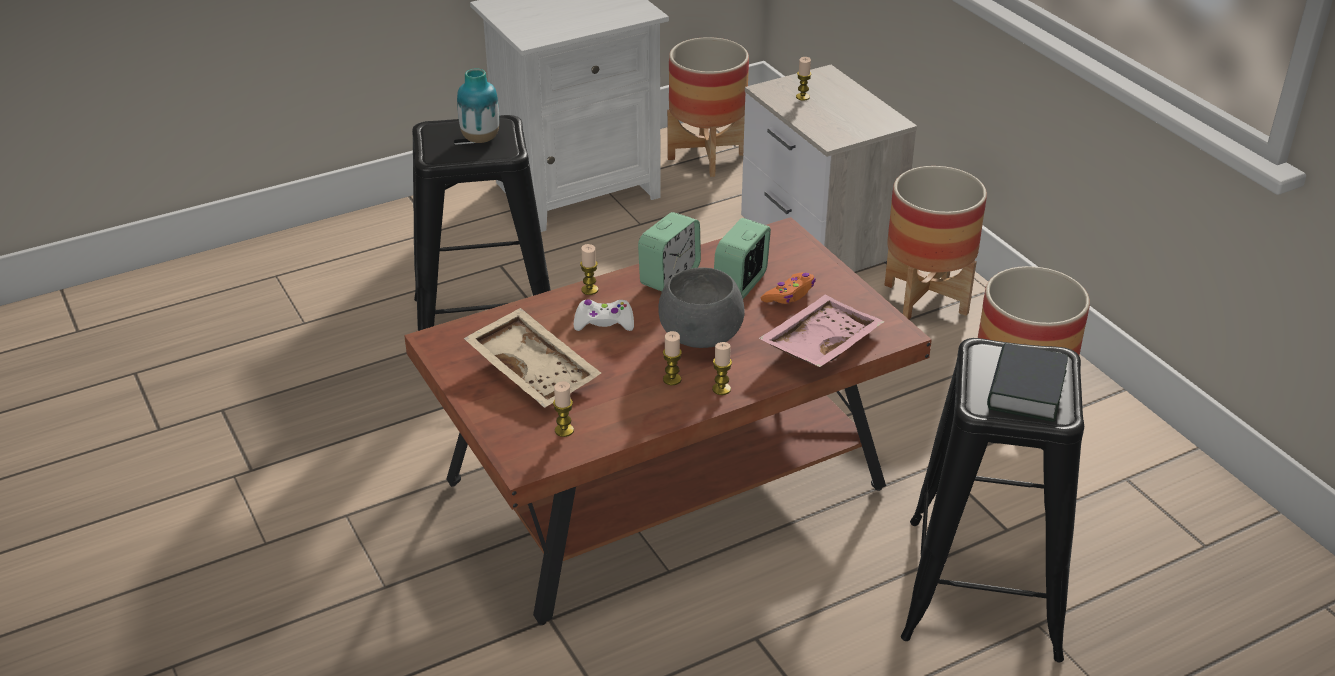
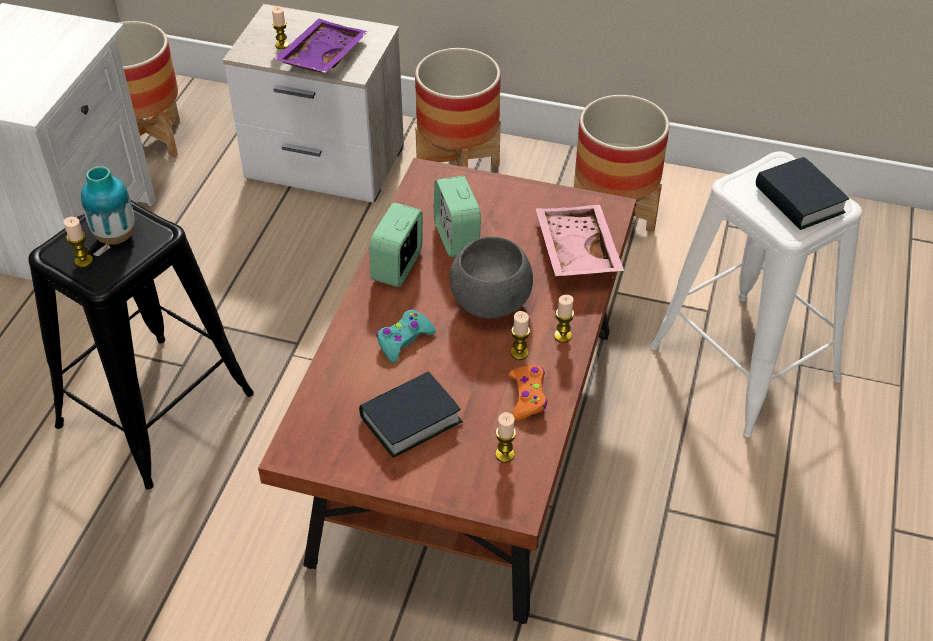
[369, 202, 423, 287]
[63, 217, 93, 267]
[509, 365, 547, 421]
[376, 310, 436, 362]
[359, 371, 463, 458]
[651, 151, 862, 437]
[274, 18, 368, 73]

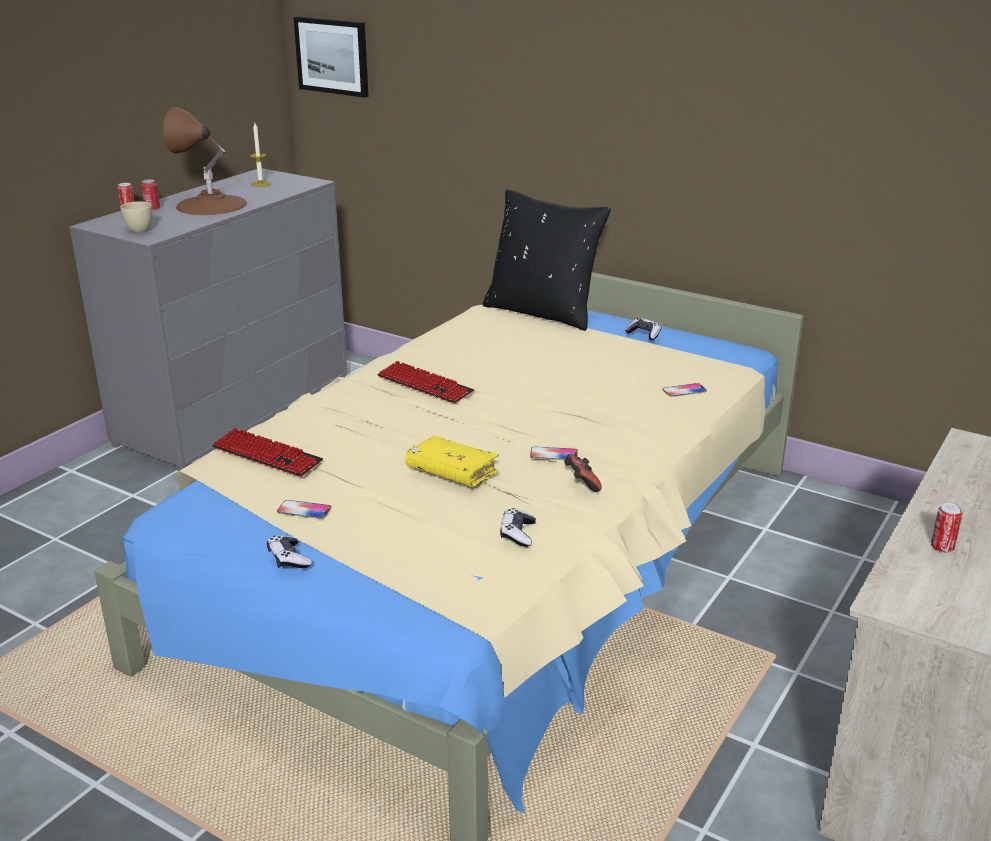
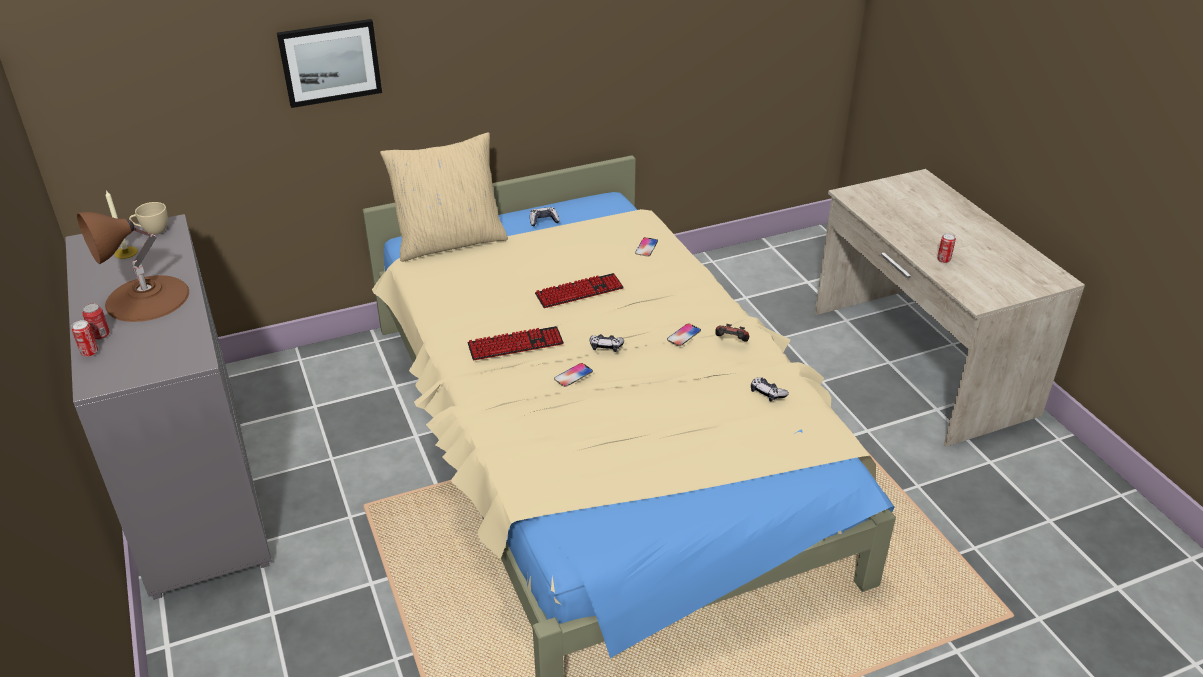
[277, 19, 382, 108]
[380, 132, 508, 262]
[129, 202, 168, 235]
[535, 273, 624, 308]
[405, 435, 499, 486] (first image)
[554, 363, 593, 387]
[589, 334, 624, 352]

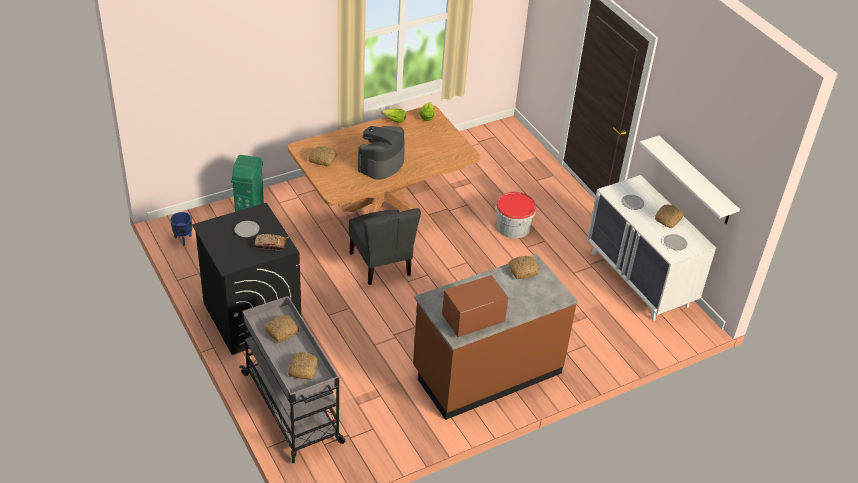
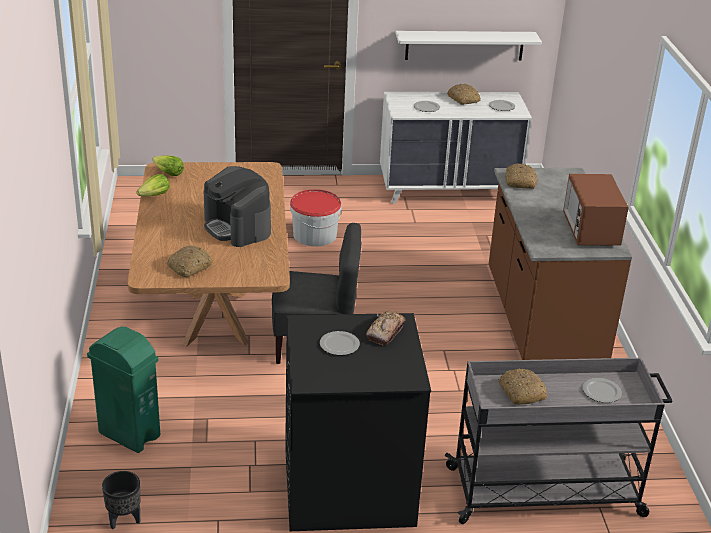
[102, 471, 140, 529]
[582, 378, 622, 403]

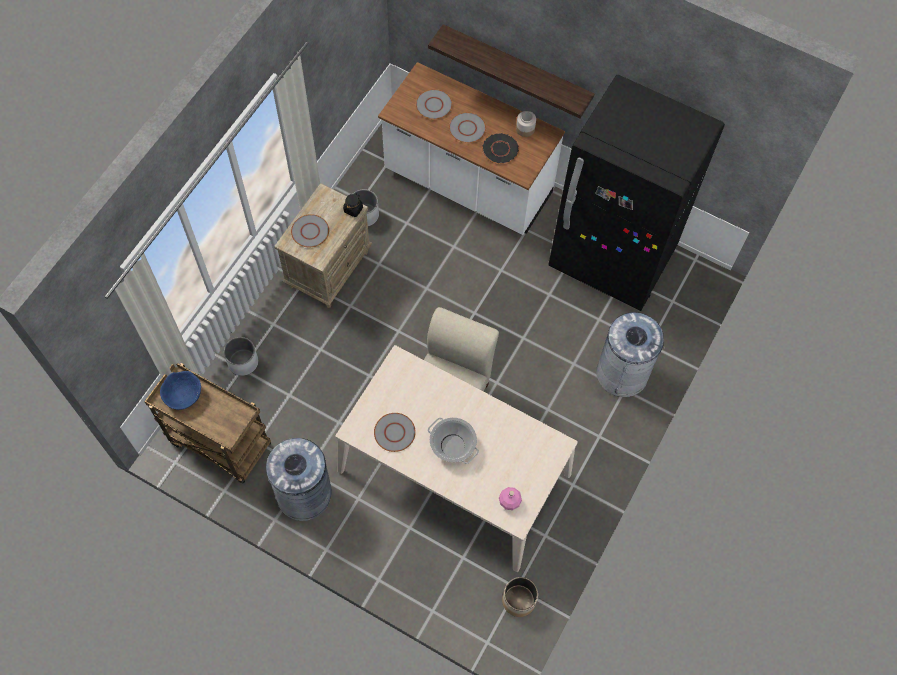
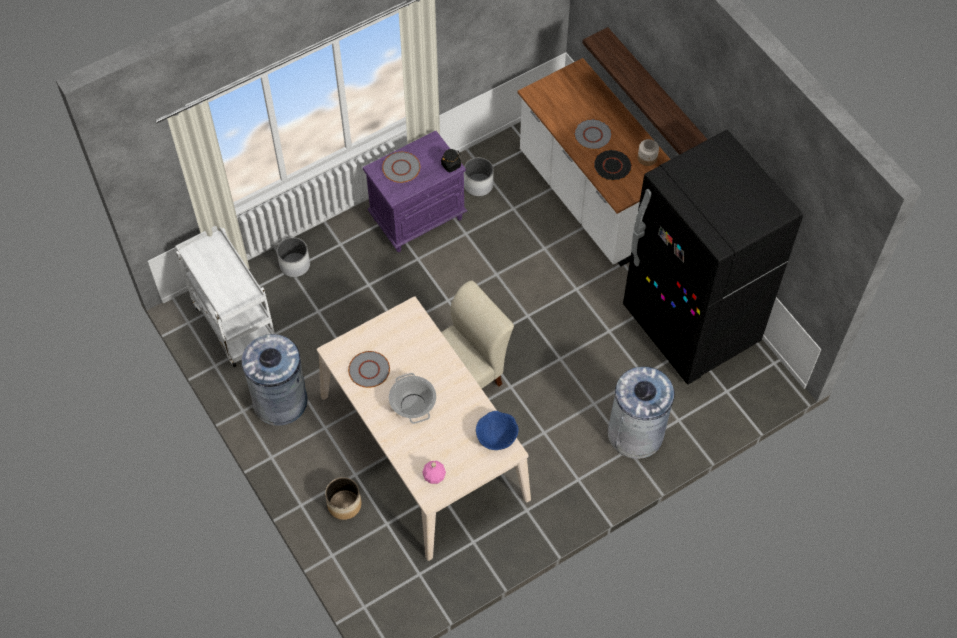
[416, 89, 453, 119] (first image)
[363, 131, 467, 252]
[175, 226, 275, 367]
[476, 411, 519, 450]
[325, 477, 362, 520]

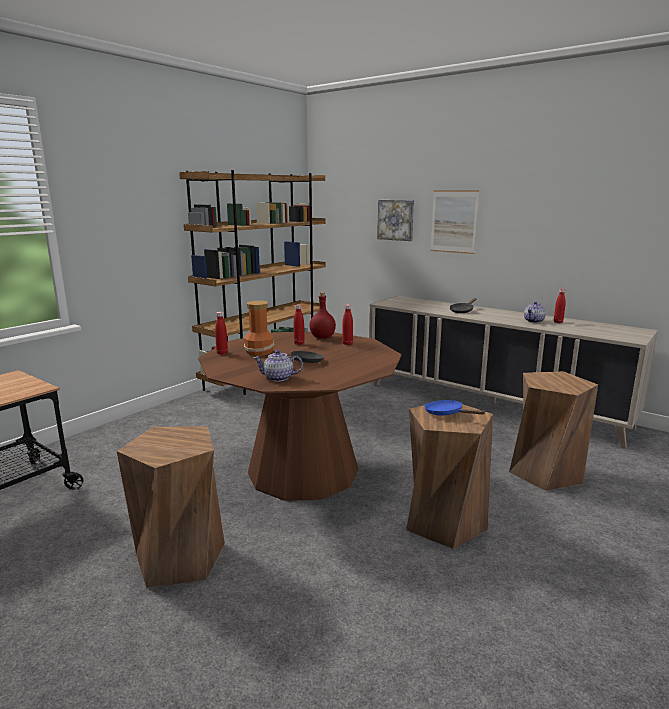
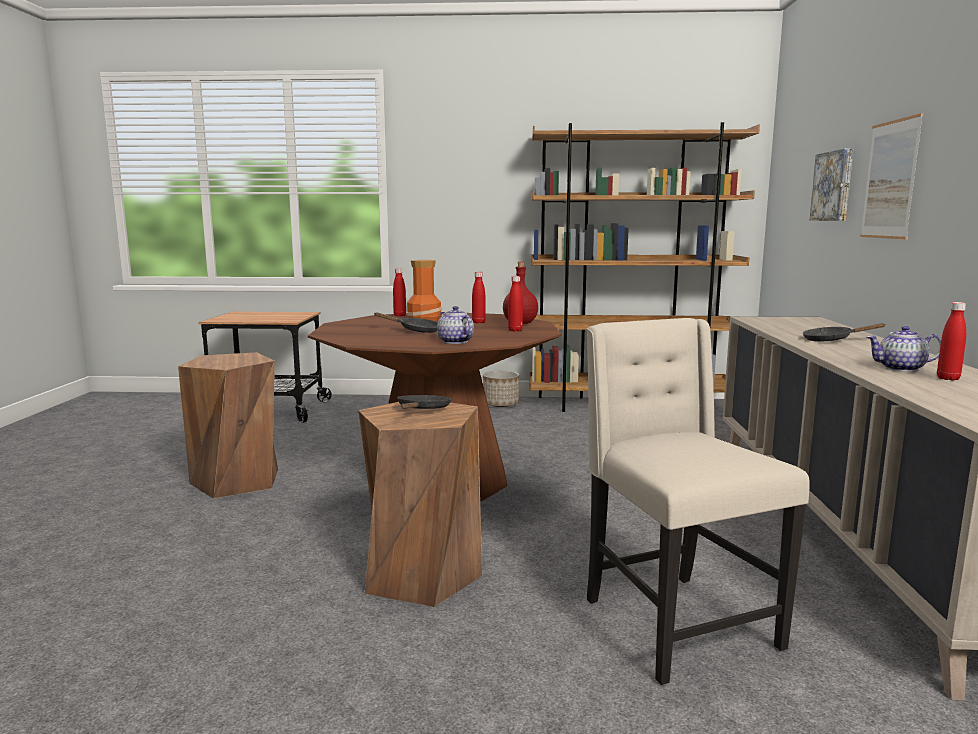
[437, 306, 474, 344]
[587, 318, 810, 685]
[397, 395, 452, 409]
[483, 371, 519, 407]

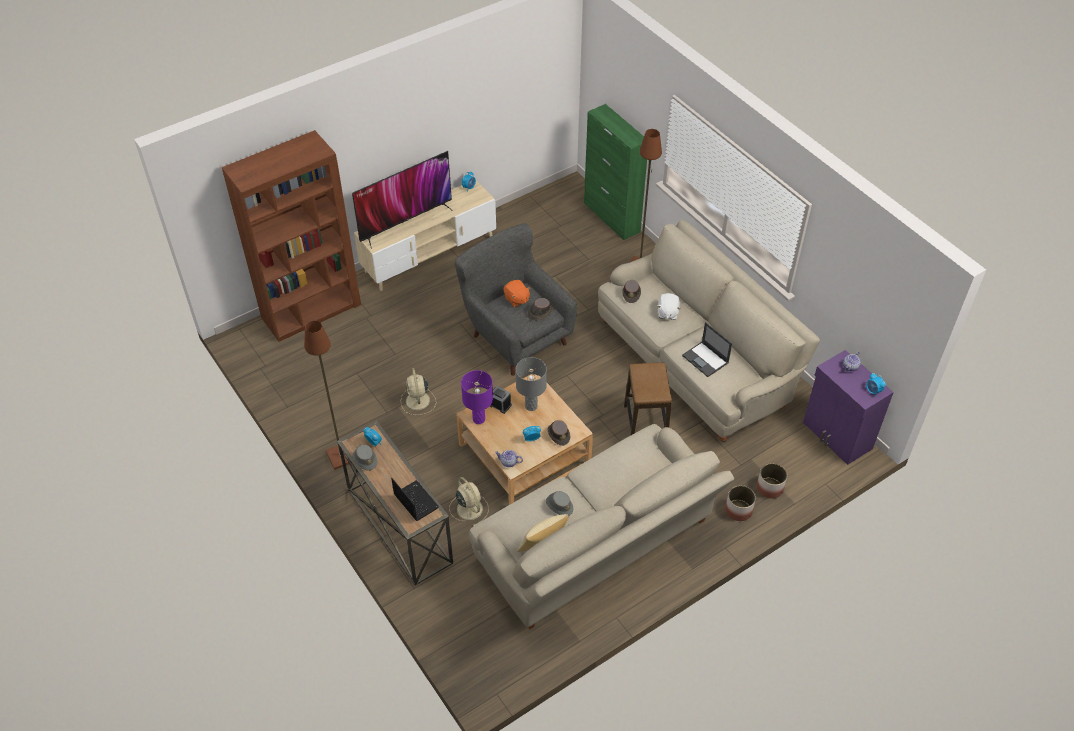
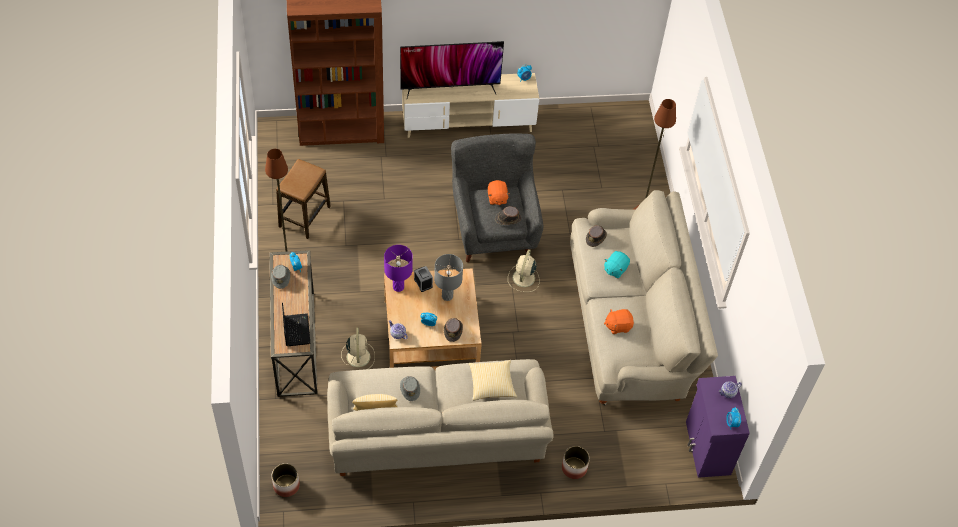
[584, 104, 647, 240] (first image)
[604, 251, 630, 278]
[604, 309, 634, 334]
[276, 159, 331, 239]
[508, 249, 539, 292]
[272, 463, 300, 497]
[469, 360, 517, 400]

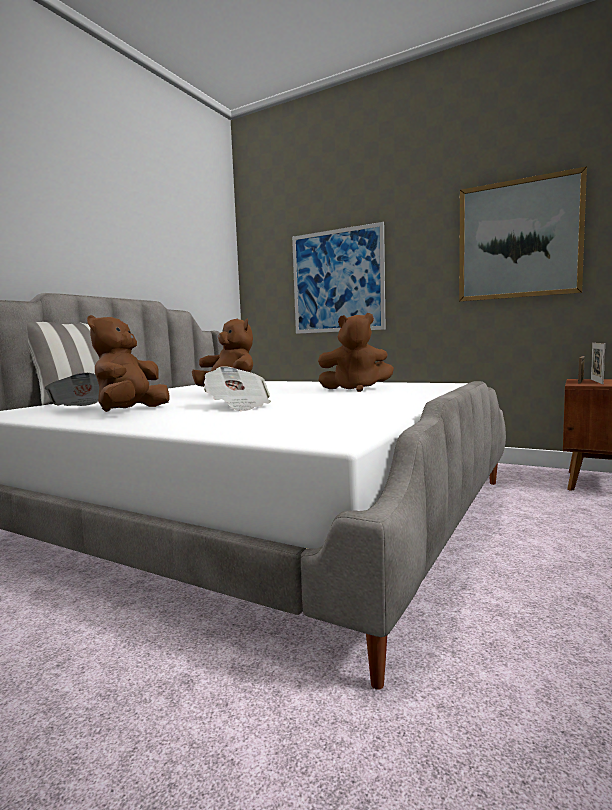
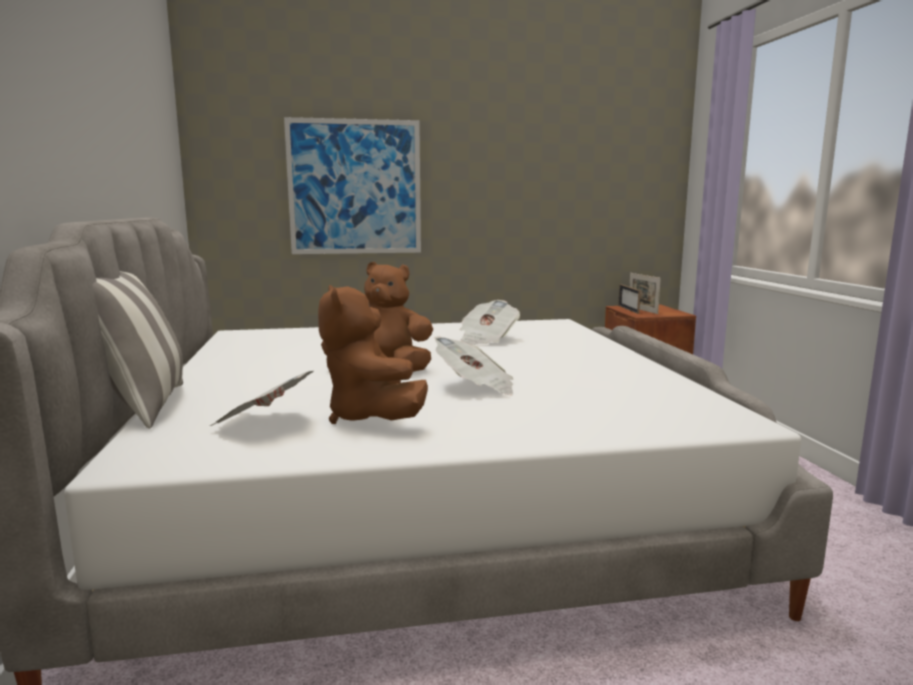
[459, 166, 587, 302] (first image)
[459, 300, 520, 345]

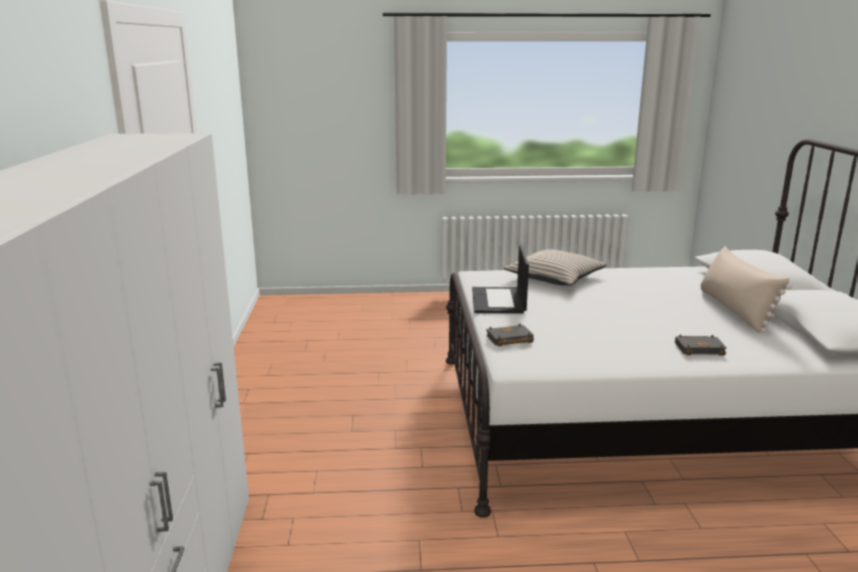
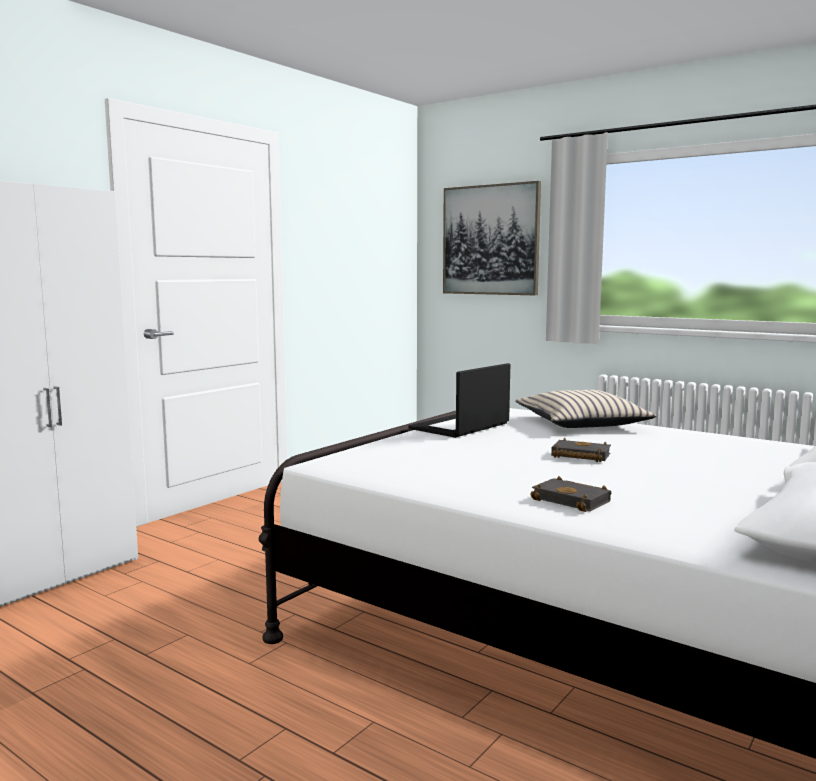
[701, 246, 792, 333] (first image)
[551, 438, 611, 462]
[443, 181, 541, 295]

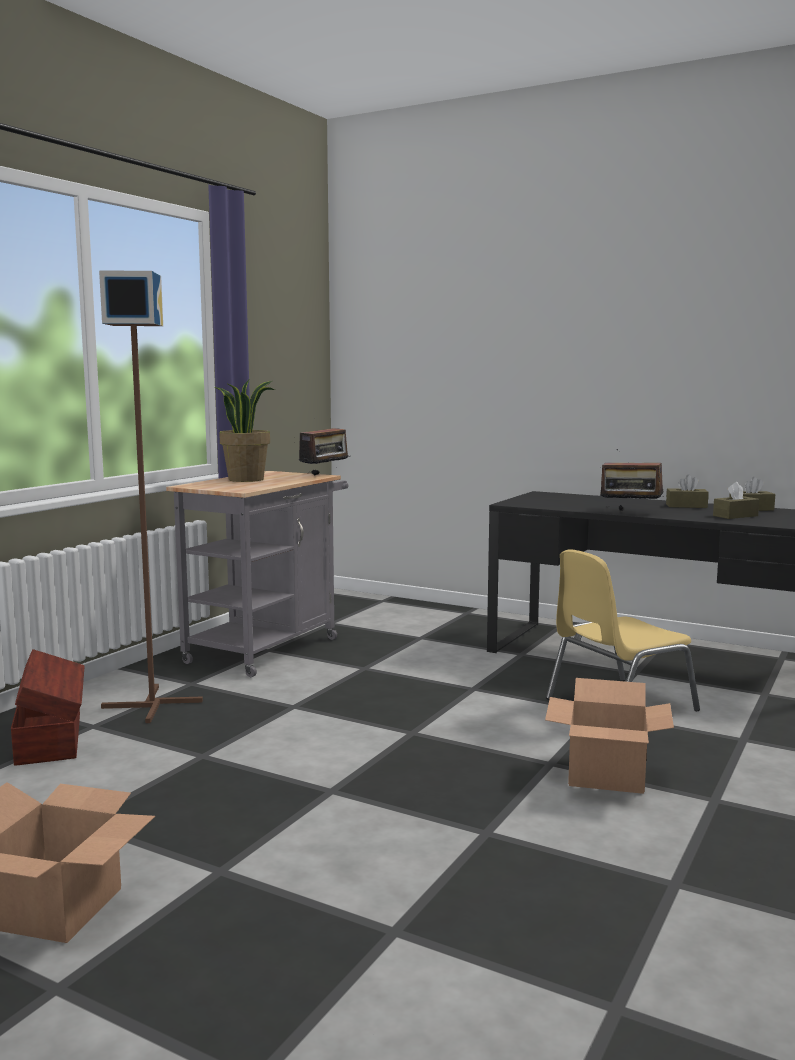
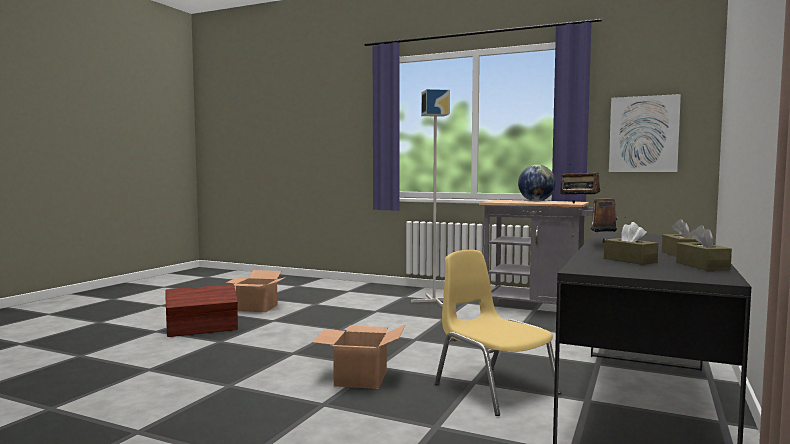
[411, 89, 450, 306]
[518, 165, 556, 202]
[165, 284, 238, 337]
[609, 94, 681, 172]

